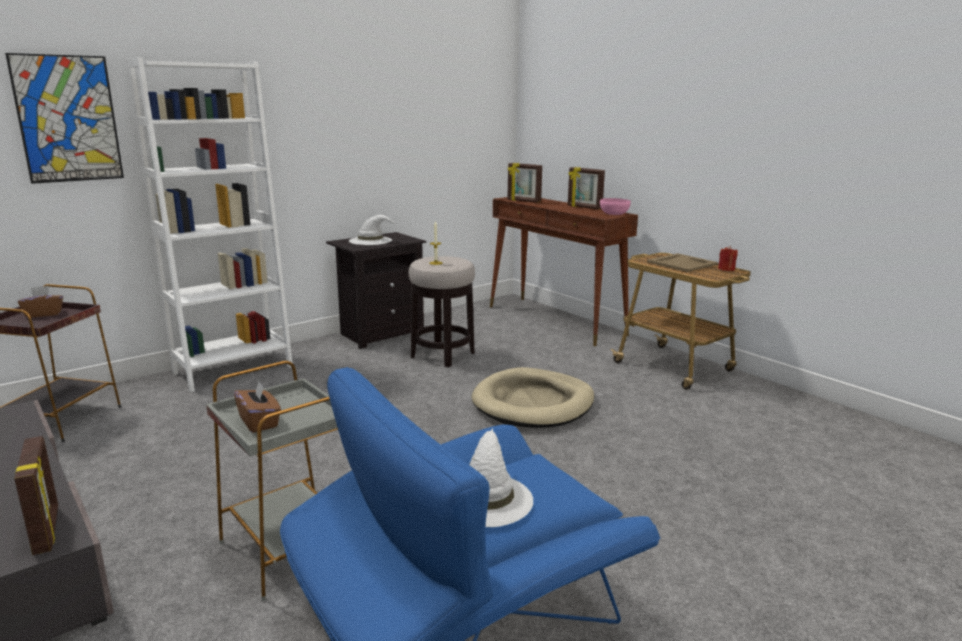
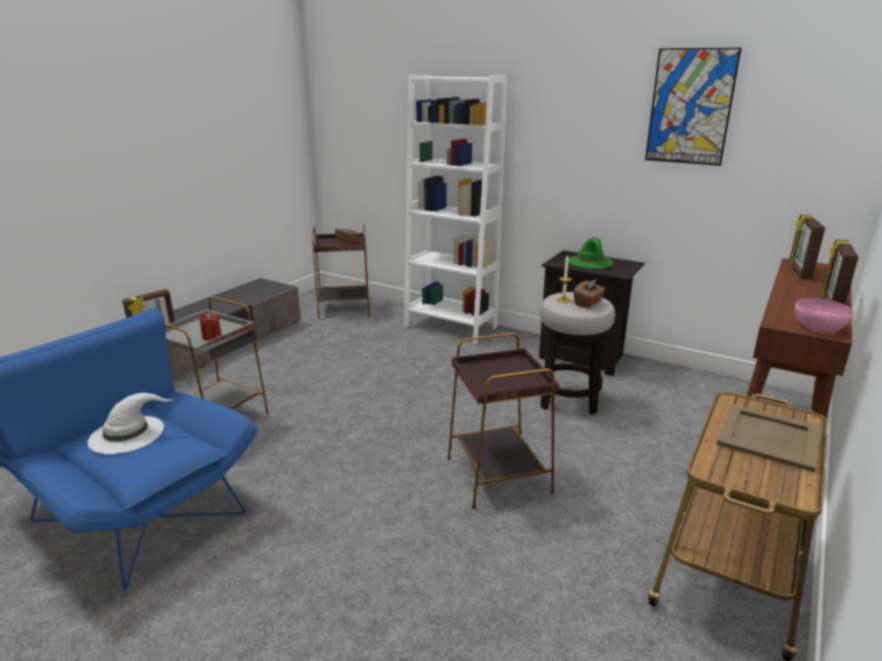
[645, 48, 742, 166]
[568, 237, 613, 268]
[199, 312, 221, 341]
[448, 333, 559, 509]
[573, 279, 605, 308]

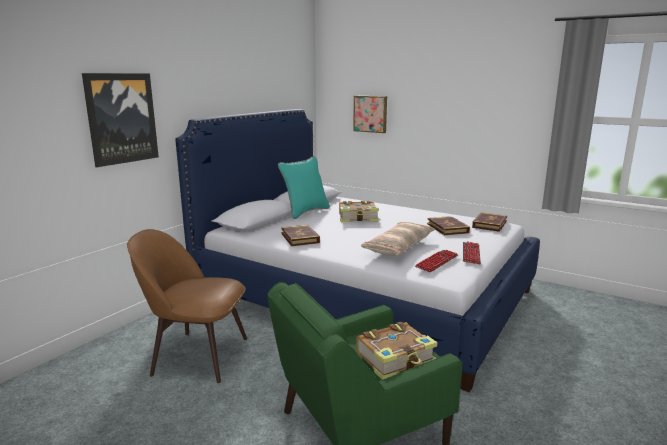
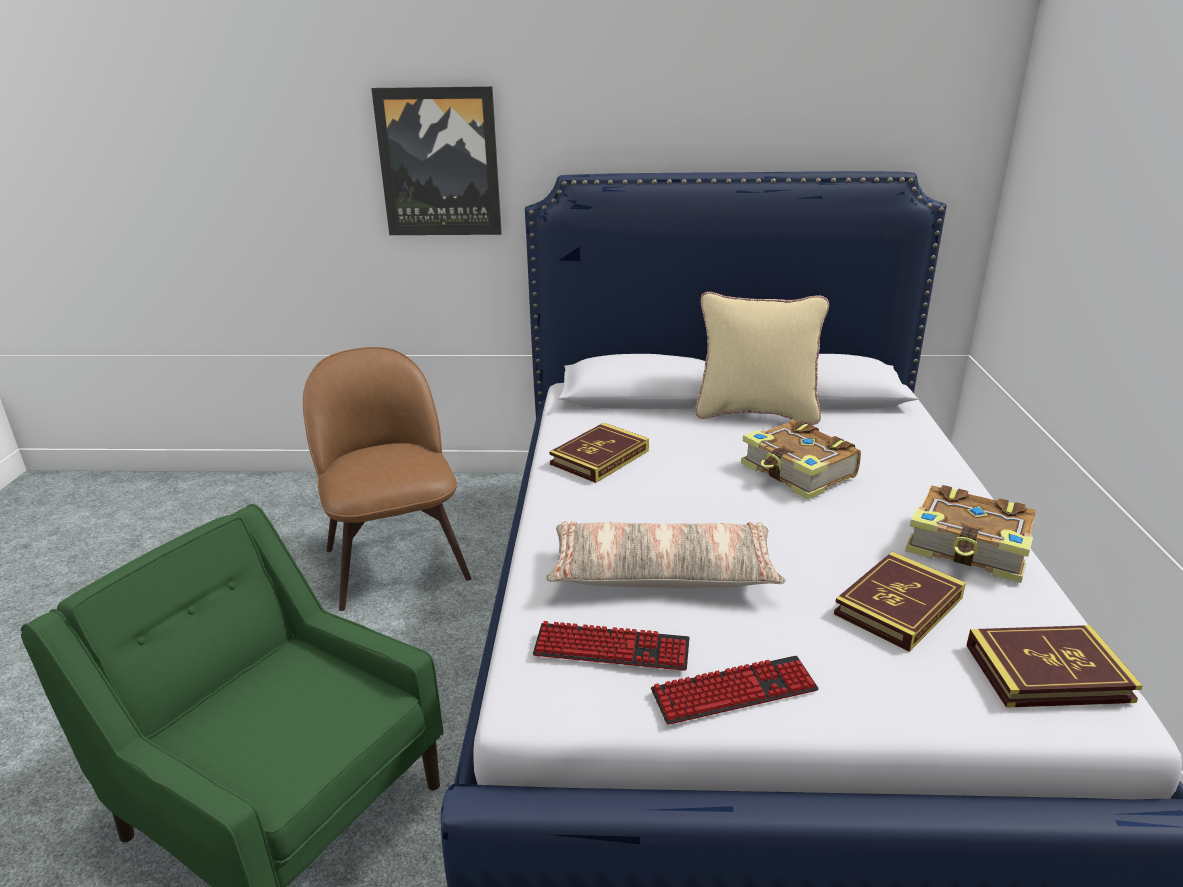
[353, 96, 387, 133] (first image)
[695, 292, 829, 425]
[905, 485, 1036, 583]

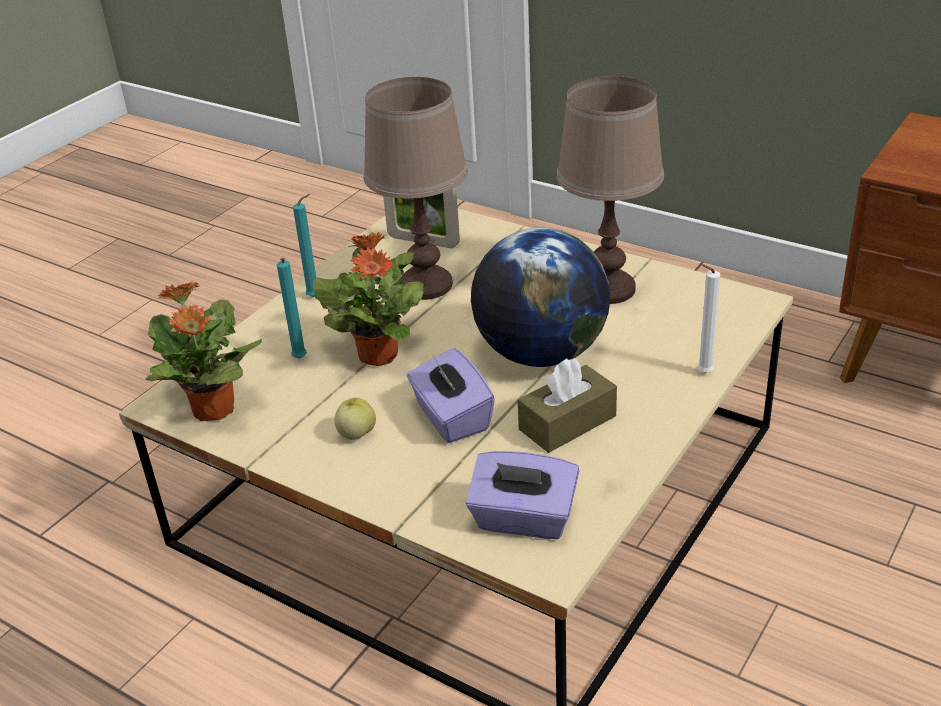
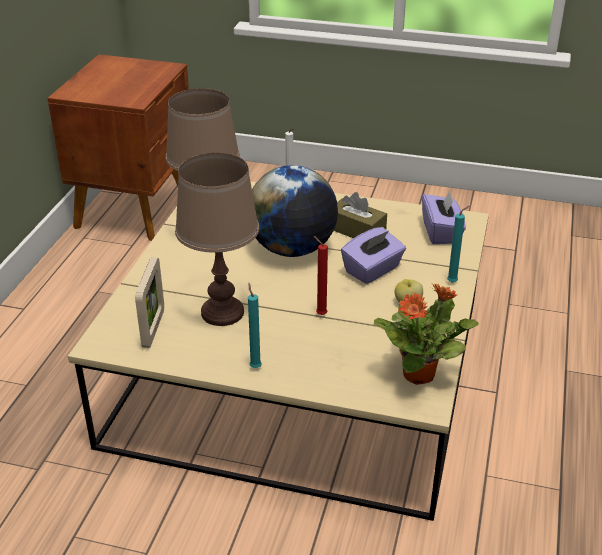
[314, 236, 328, 315]
[447, 206, 469, 283]

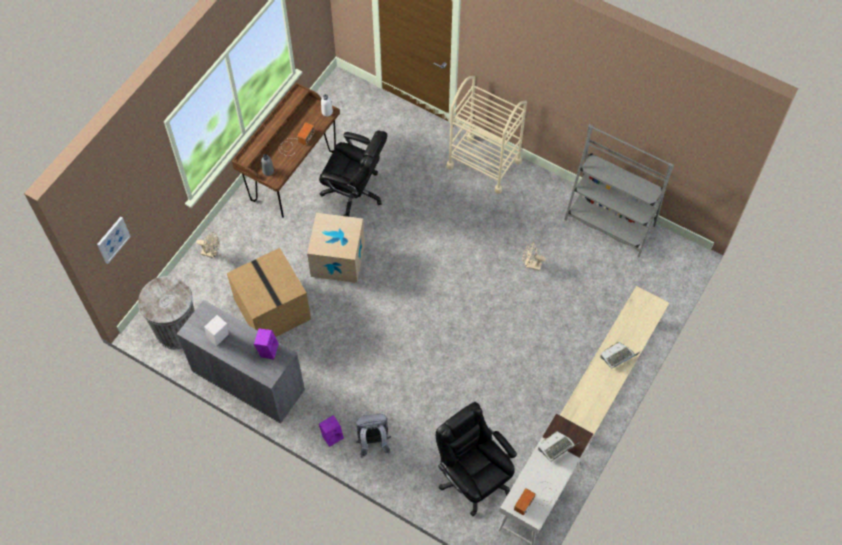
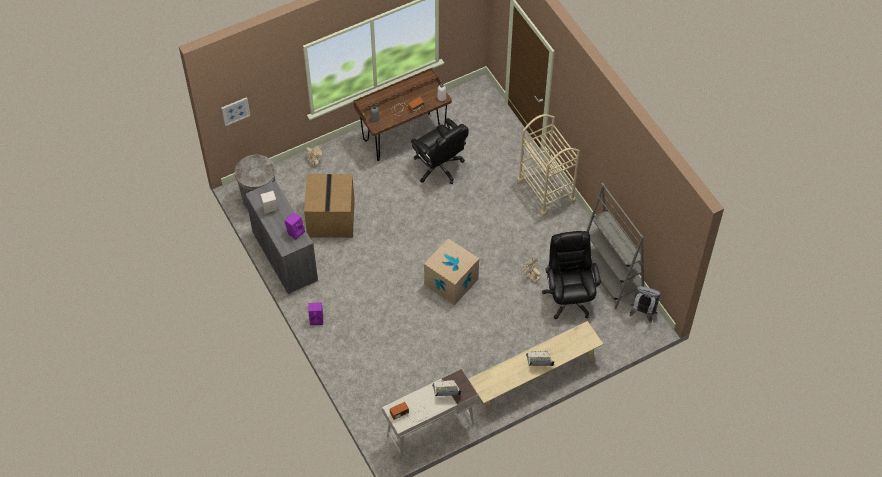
[424, 238, 479, 305]
[542, 231, 601, 319]
[629, 286, 661, 323]

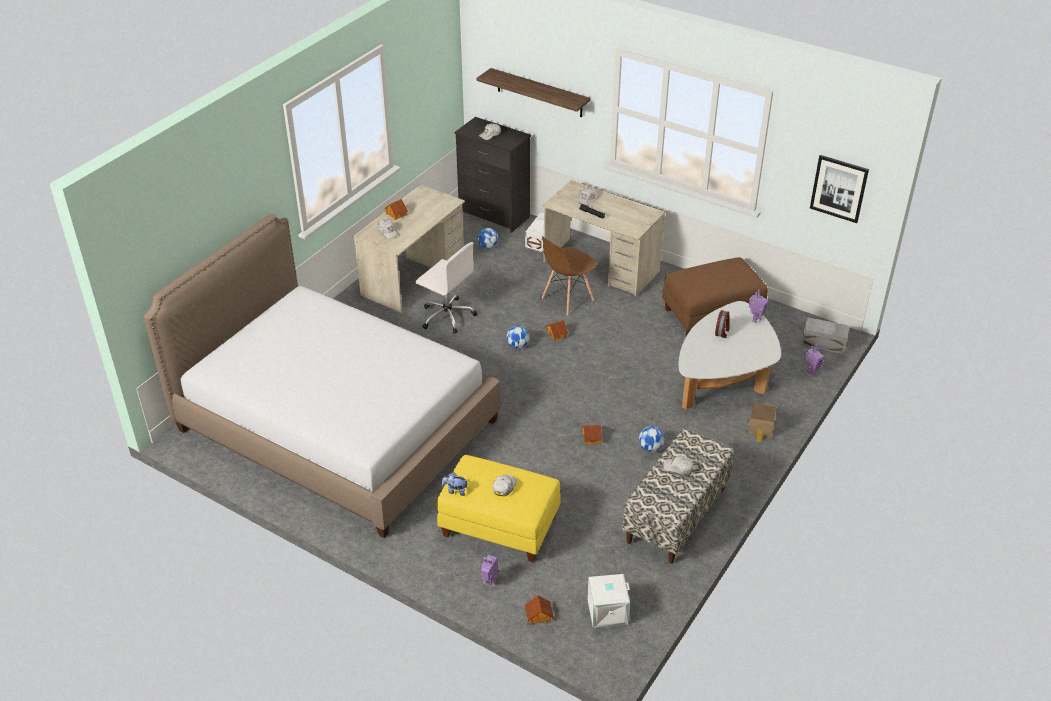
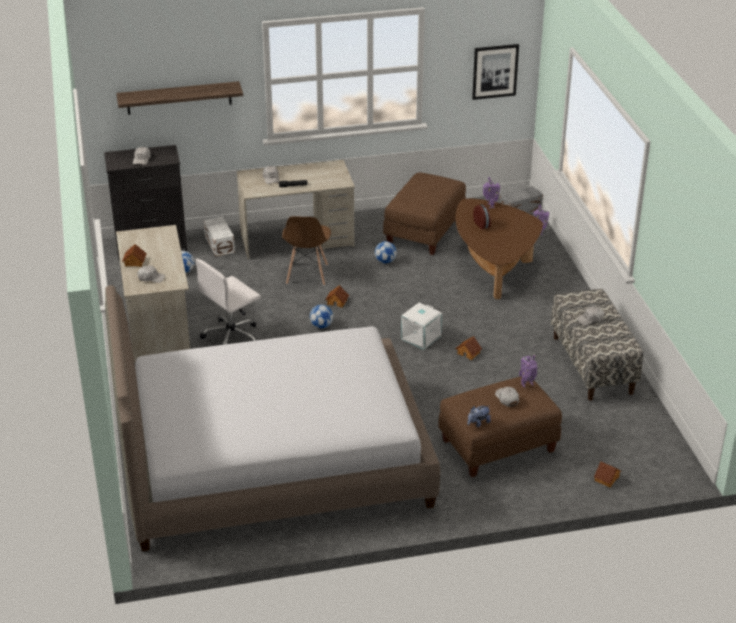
[195, 259, 261, 345]
[455, 199, 543, 299]
[748, 402, 777, 442] (first image)
[375, 241, 397, 263]
[438, 376, 562, 477]
[520, 355, 537, 388]
[401, 303, 442, 350]

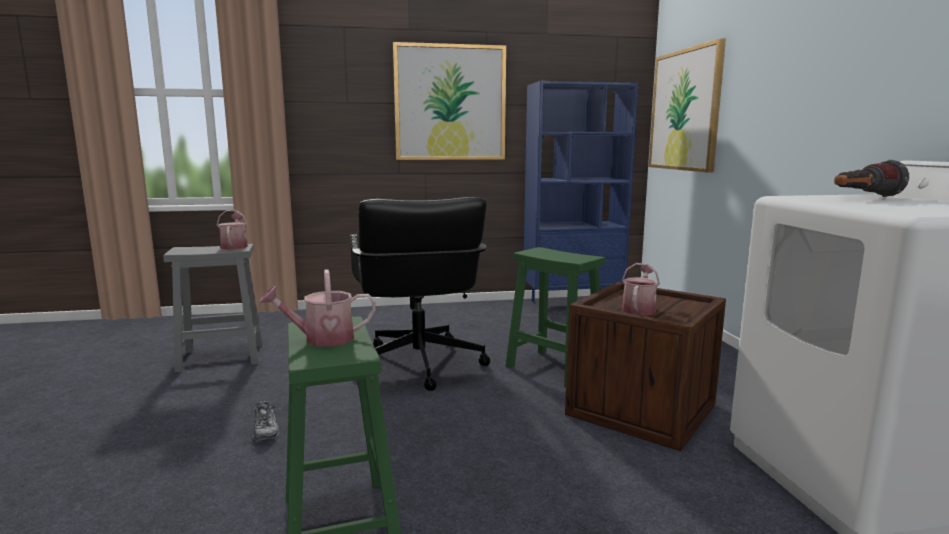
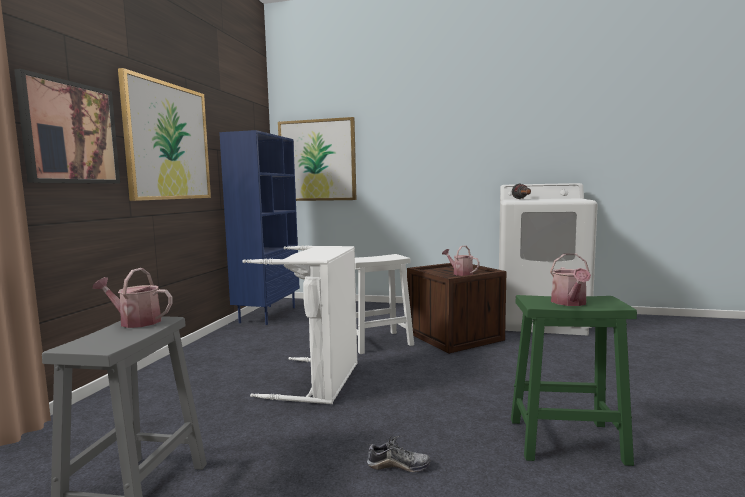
[242, 245, 357, 404]
[355, 254, 414, 354]
[14, 69, 120, 184]

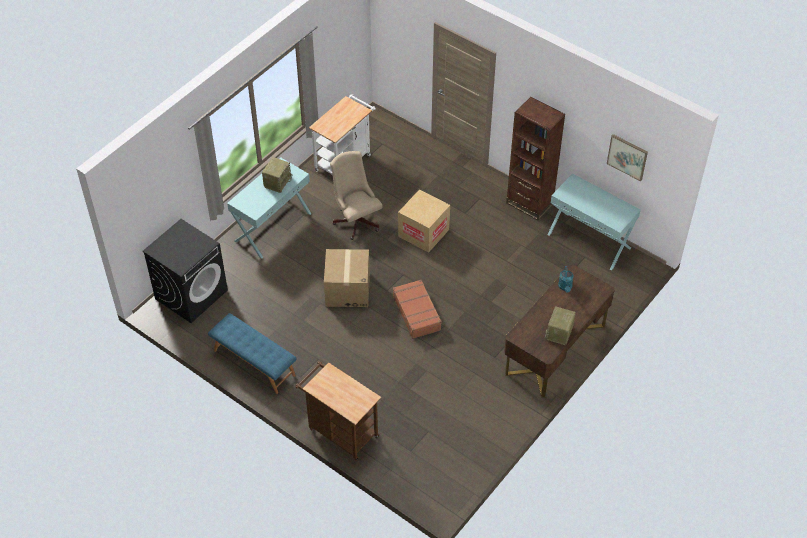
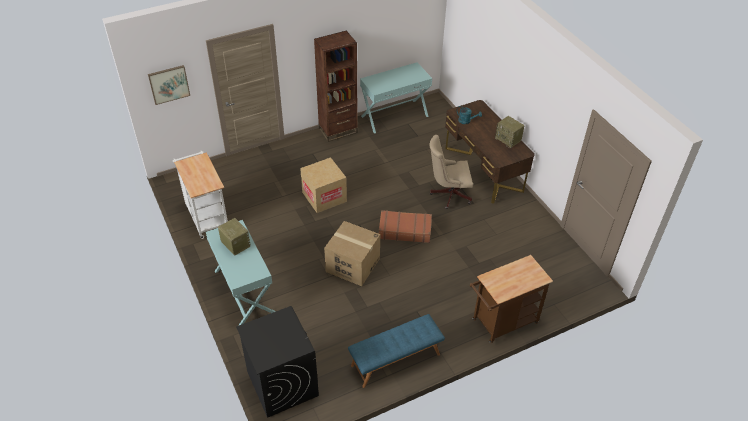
[148, 65, 190, 105]
[430, 135, 473, 209]

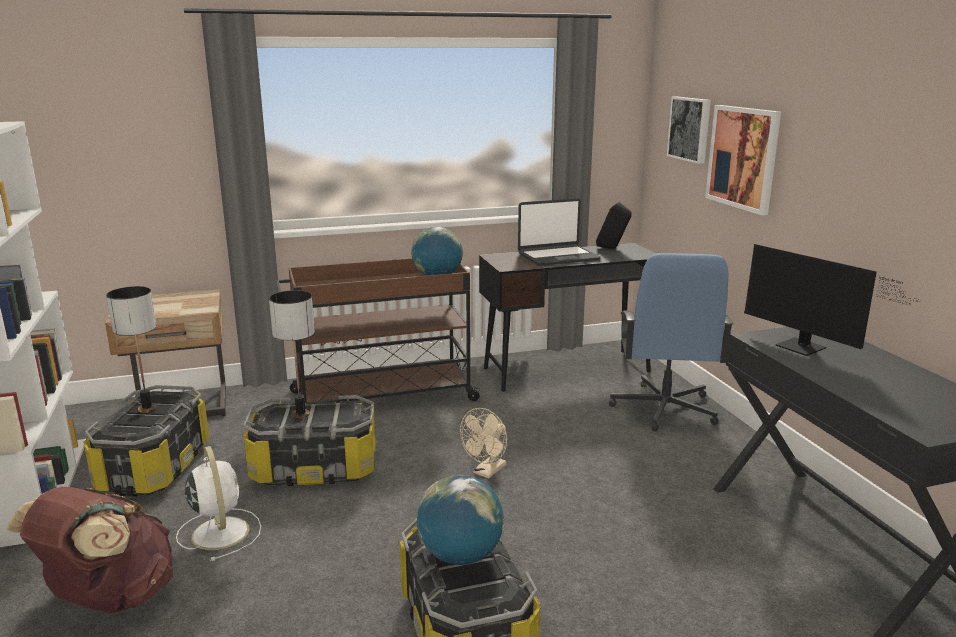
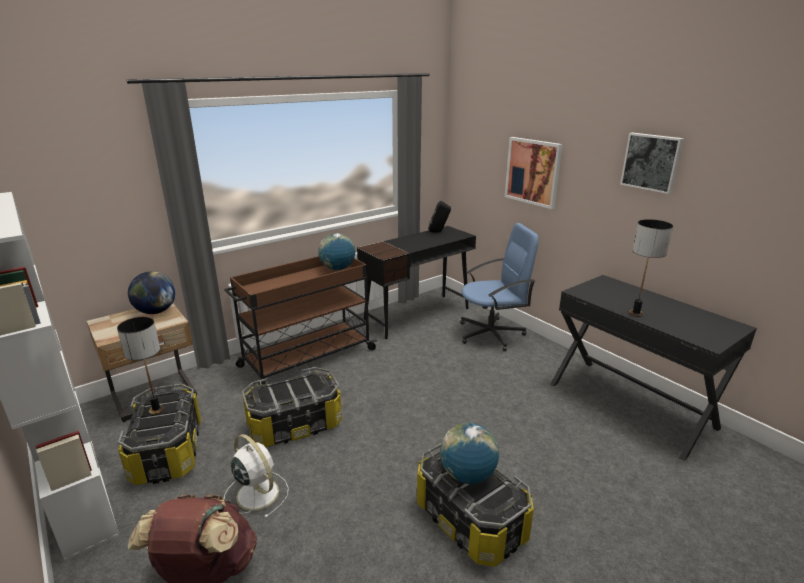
[620, 133, 684, 194]
[518, 198, 601, 266] (first image)
[744, 244, 915, 356] (first image)
[460, 223, 539, 351]
[629, 219, 673, 317]
[460, 408, 507, 479] (first image)
[128, 271, 176, 314]

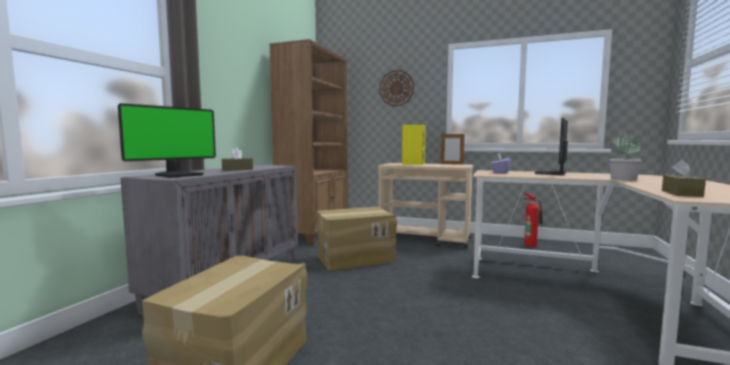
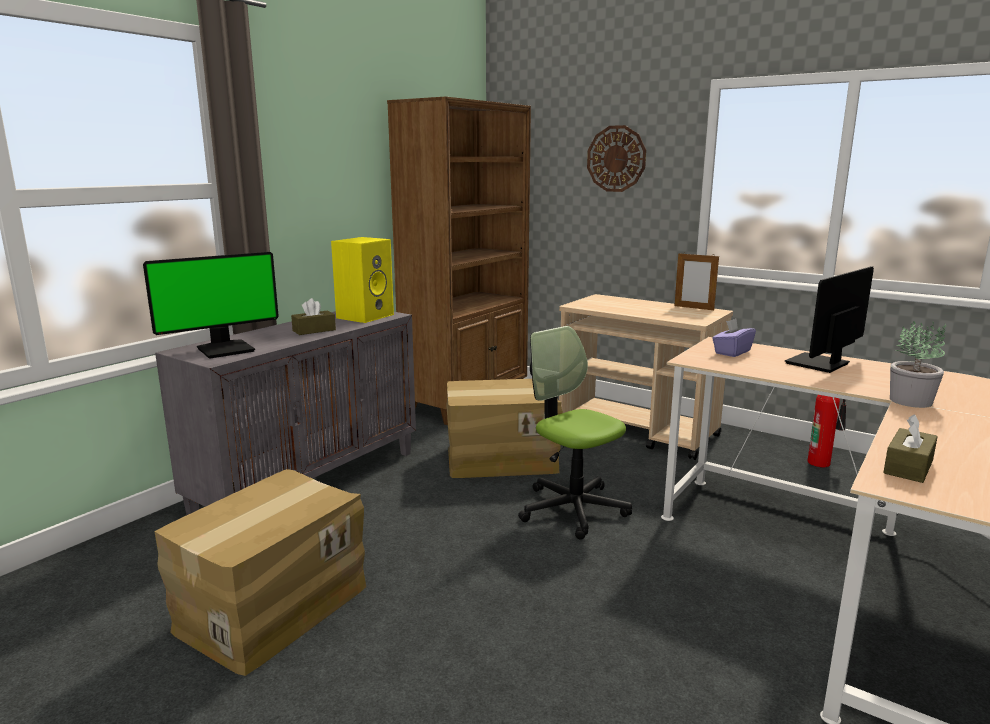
[331, 237, 394, 323]
[518, 326, 632, 539]

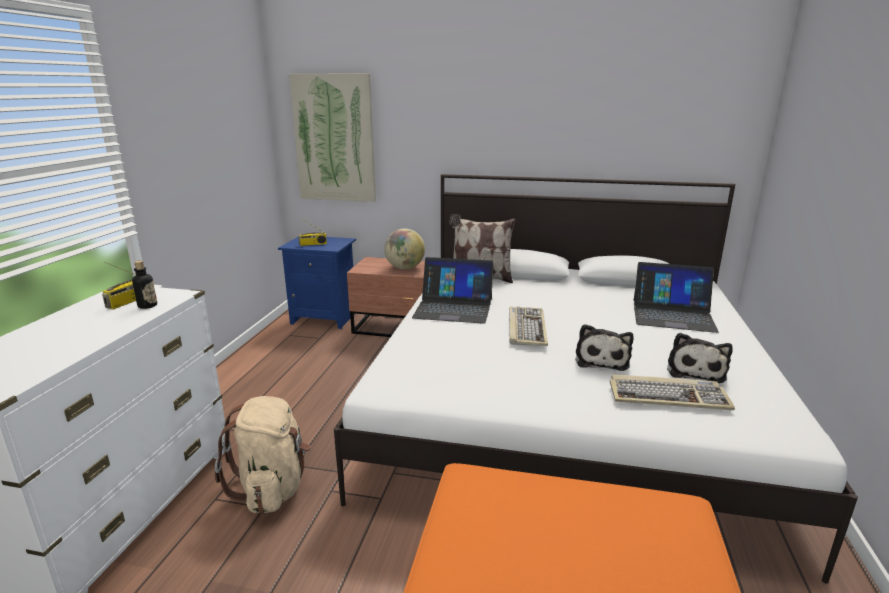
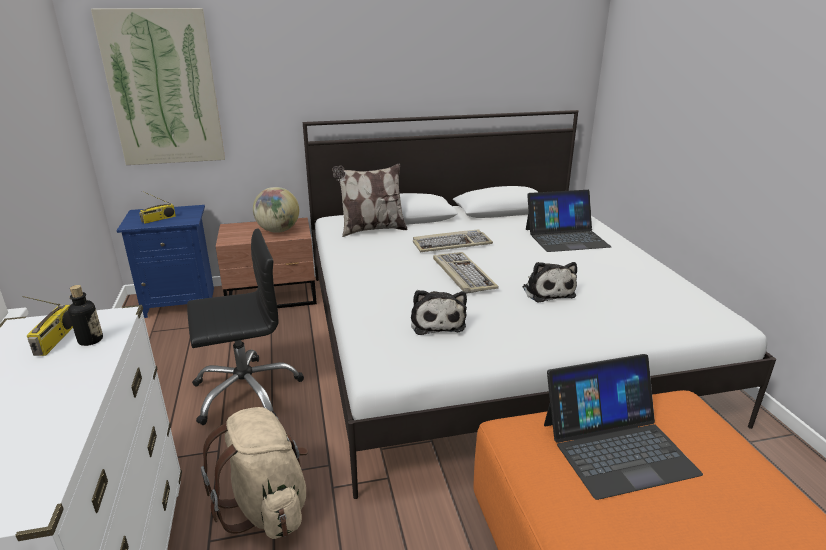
[544, 354, 703, 500]
[411, 290, 467, 335]
[413, 229, 493, 252]
[187, 229, 304, 425]

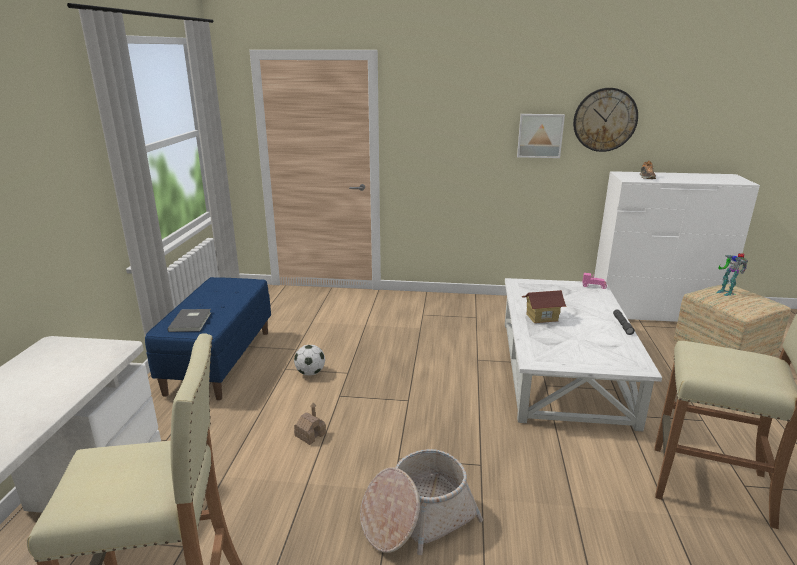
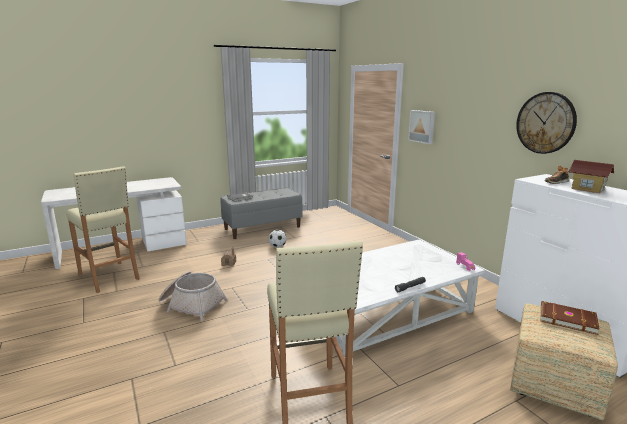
[408, 110, 435, 144]
[540, 301, 600, 335]
[220, 188, 303, 239]
[569, 160, 615, 193]

